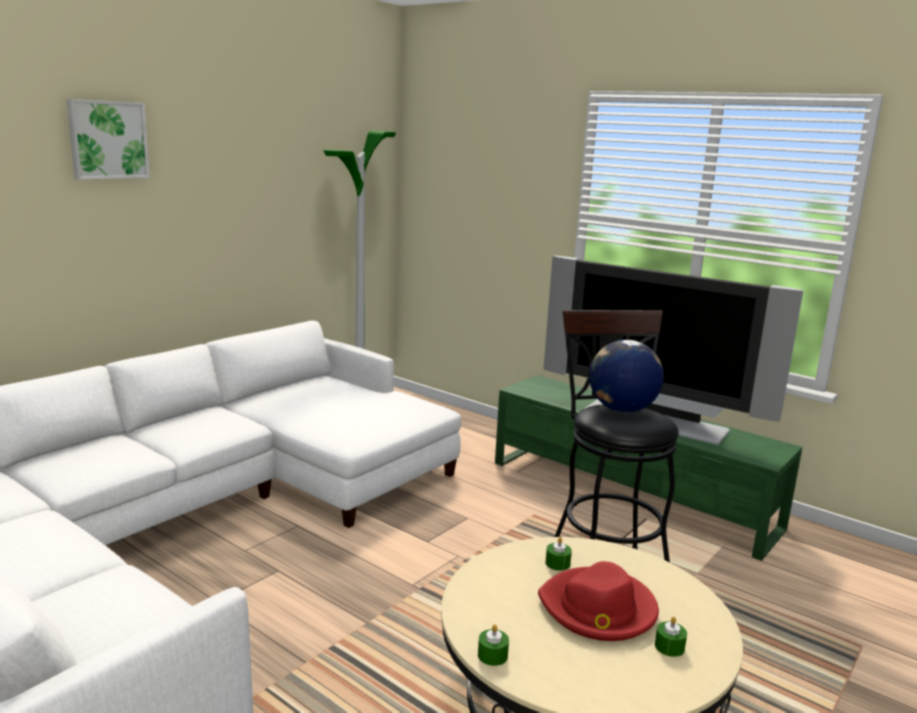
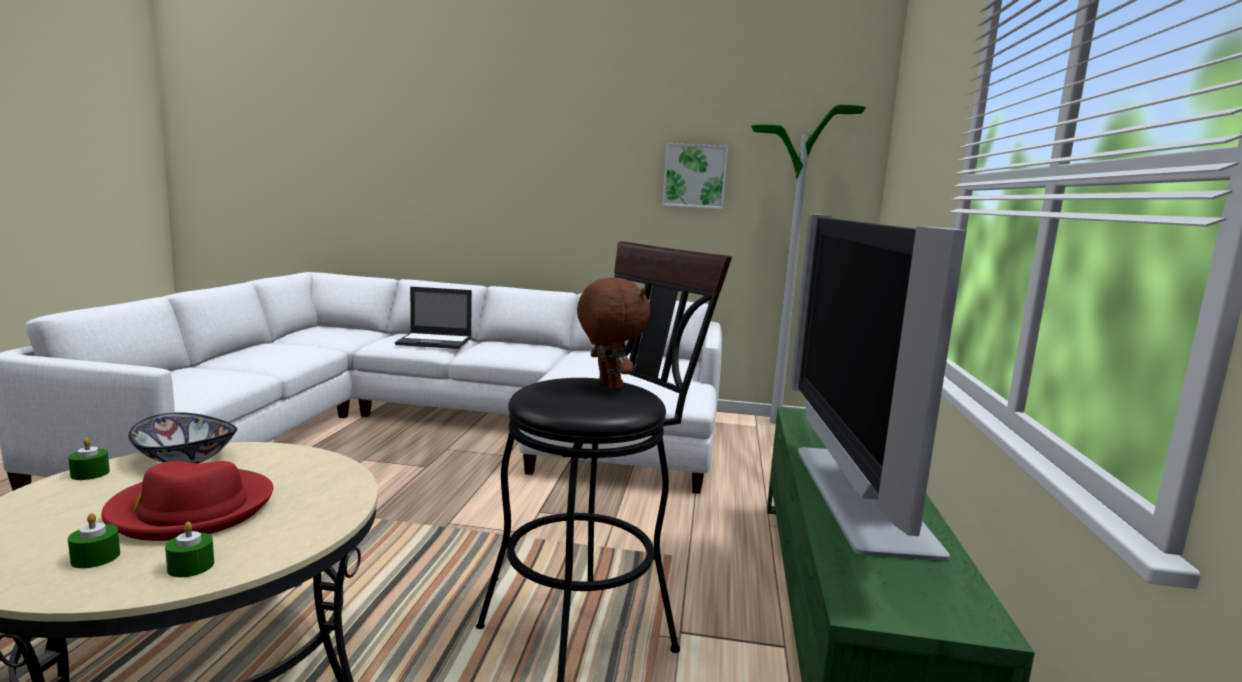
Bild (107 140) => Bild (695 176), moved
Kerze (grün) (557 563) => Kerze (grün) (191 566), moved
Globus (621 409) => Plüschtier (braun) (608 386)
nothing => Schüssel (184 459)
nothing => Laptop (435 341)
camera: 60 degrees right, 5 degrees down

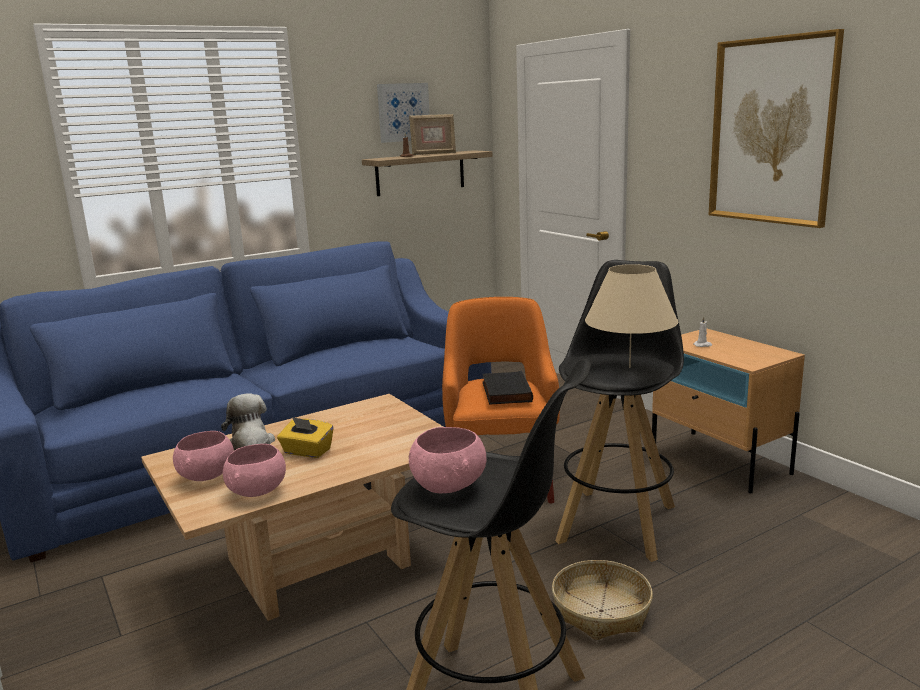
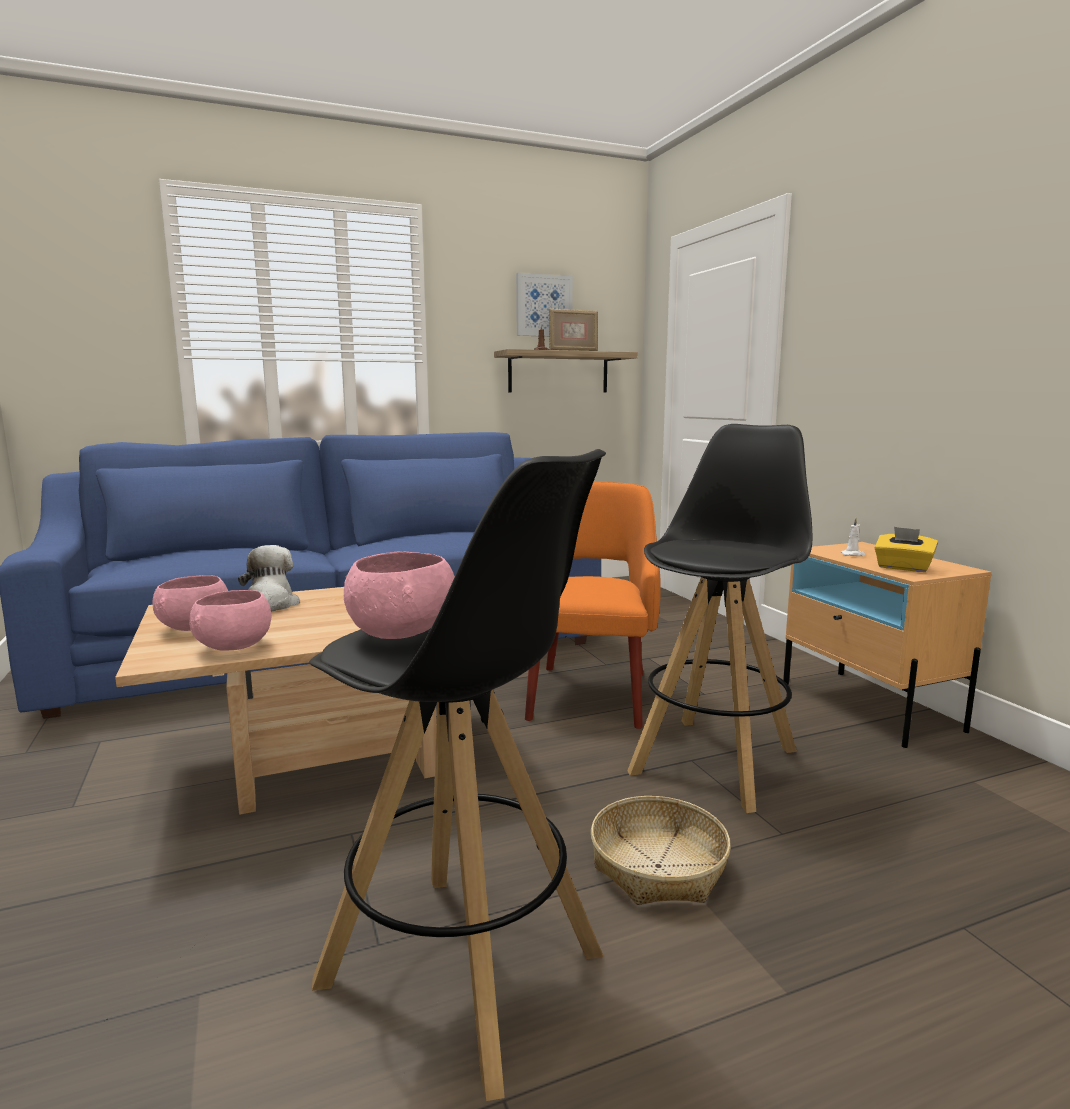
Taschentuchbox (gelb) (307 452) => Taschentuchbox (gelb) (903 568), moved
Buch (schwarz) (505 392) => nothing
Tischlampe (beige) (629 367) => nothing
Bild (772 131) => nothing
camera: 10 degrees right, 5 degrees down

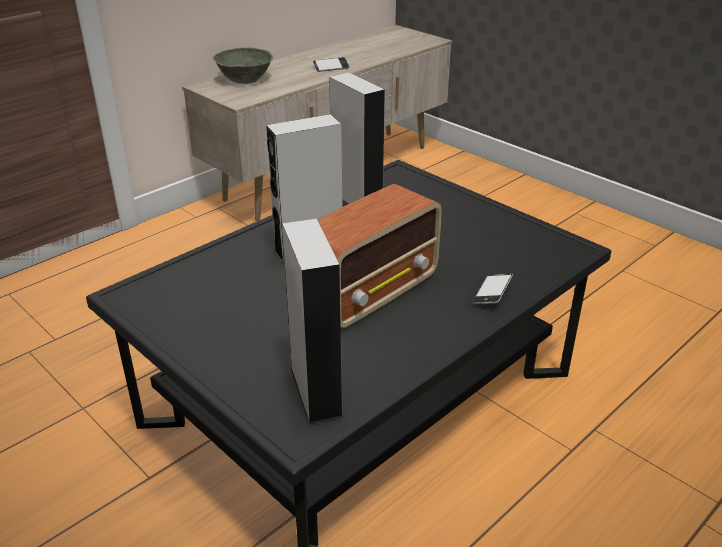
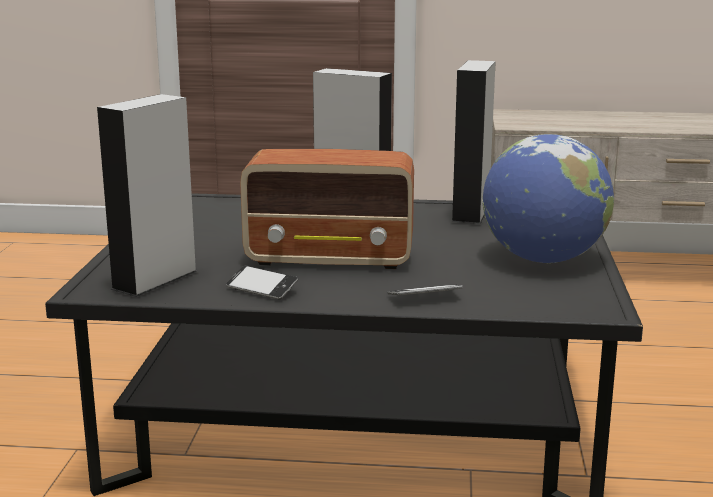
Schüssel (grau) (244 79) => nothing
Handy (331 67) => Handy (262 288), moved
nothing => Globus (543 259)
camera: 50 degrees right, 15 degrees down

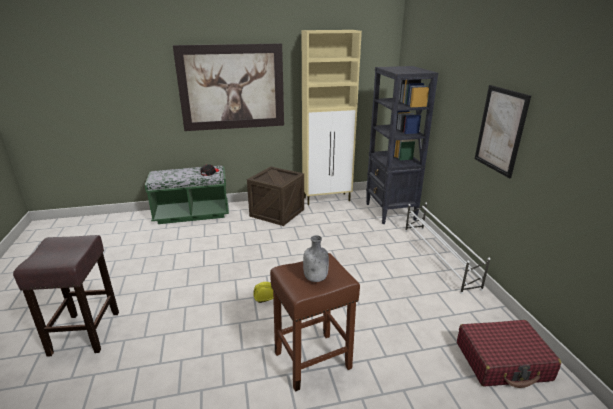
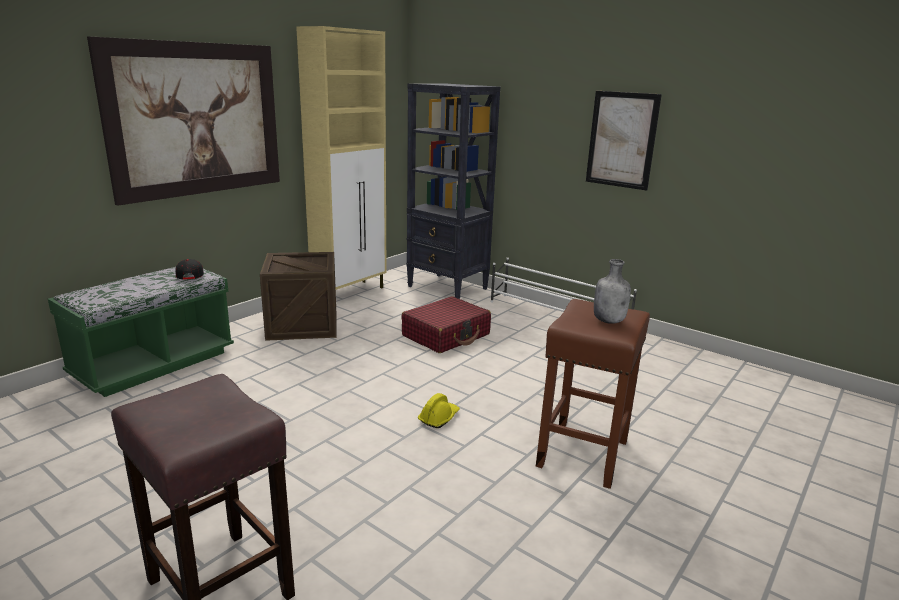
Koffer (rot) (503 361) => Koffer (rot) (446 335), moved
camera: 40 degrees left, 5 degrees down

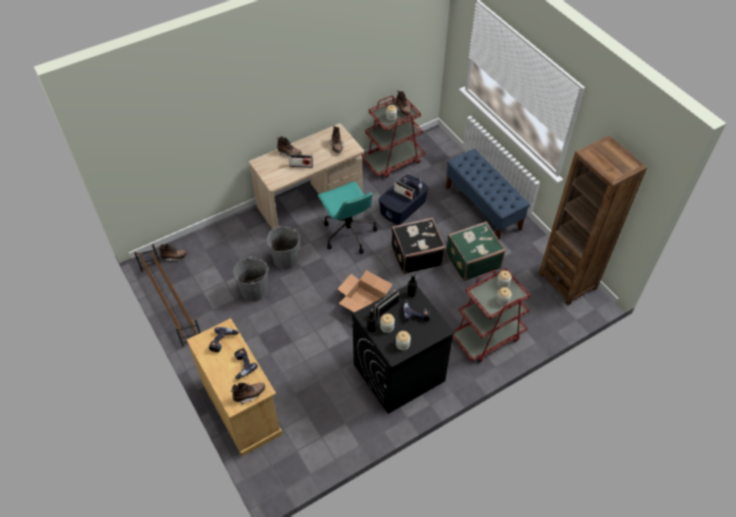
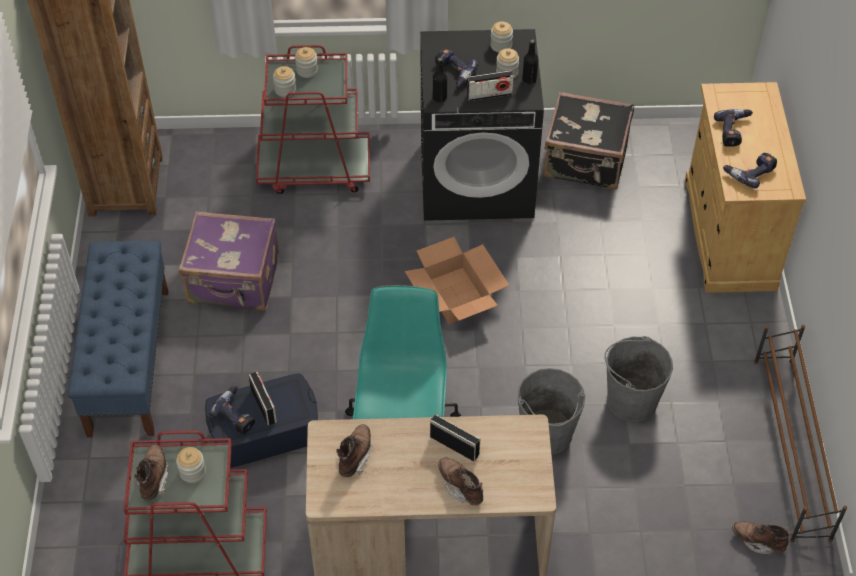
Stiefel (braun) (249 395) => nothing
Koffer (schwarz) (416 255) => Koffer (schwarz) (586 162), moved
Koffer (grün) (472 260) => Koffer (lila) (234 282)
camera: 150 degrees left, 0 degrees up

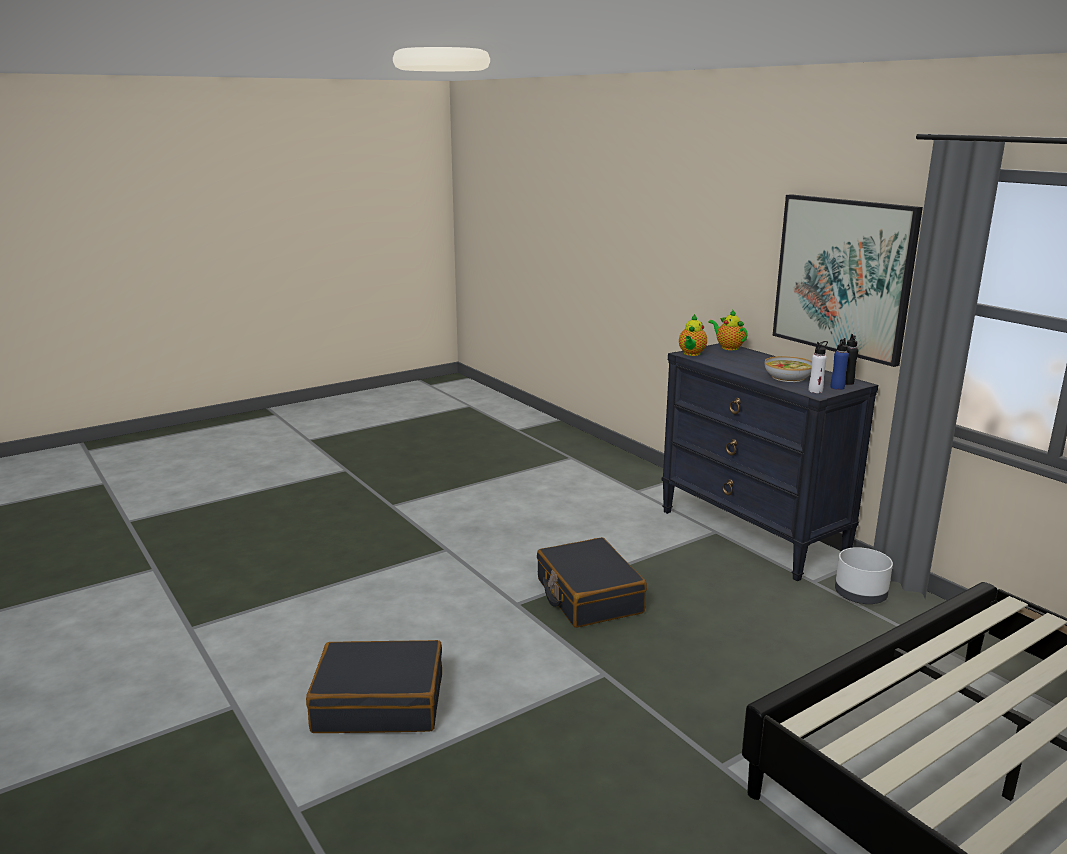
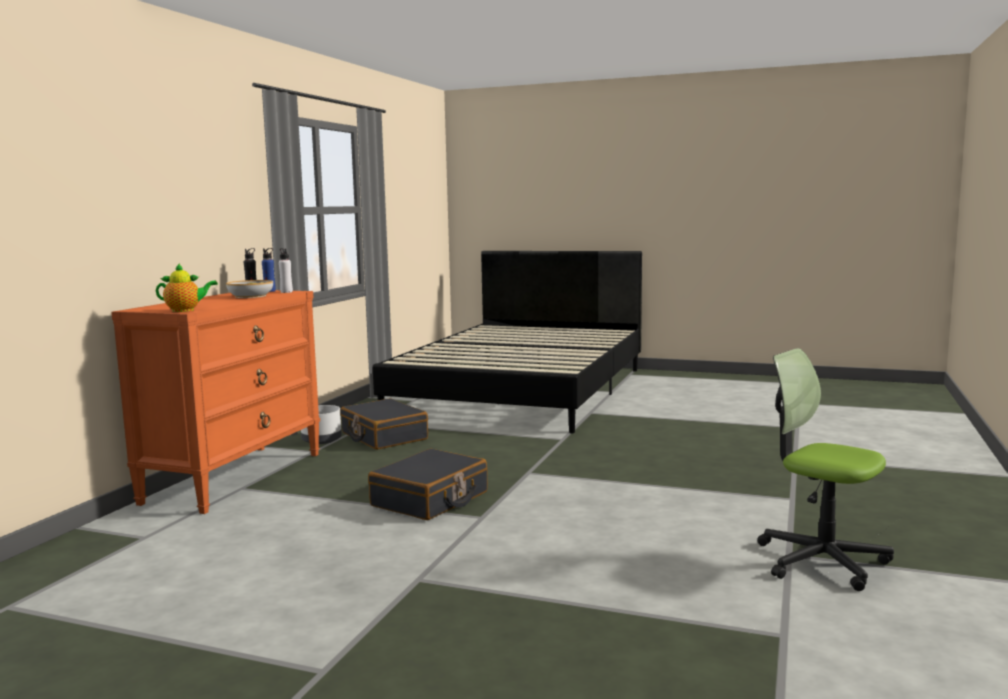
Koffer (schwarz) (379 703) => Koffer (schwarz) (383 436), moved
Kommode (schwarz) (752 534) => Kommode (orange) (235 477)
Teekanne (728 347) => nothing
Bild (843 276) => nothing
nothing => Bürostuhl (821 561)
camera: 125 degrees left, 10 degrees down

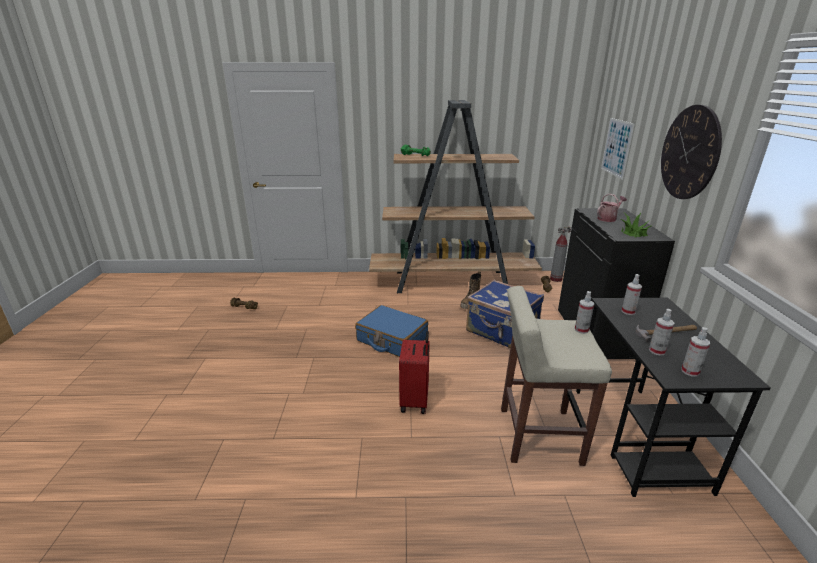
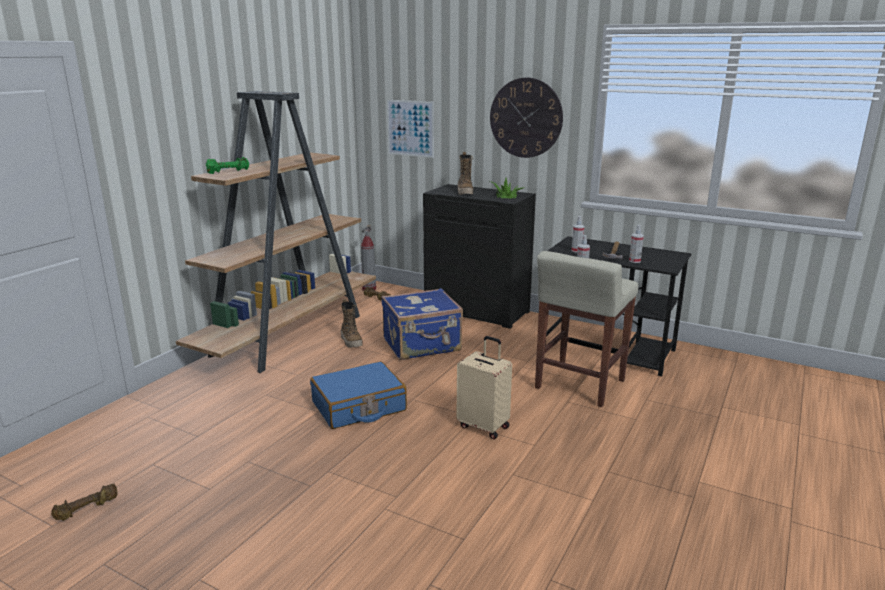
Koffer (rot) (415 401) => Koffer (beige) (484 426)
Gießkanne (608 218) => Stiefel (465 193)
Sprühflasche (690 371) => nothing
camera: 60 degrees left, 5 degrees down

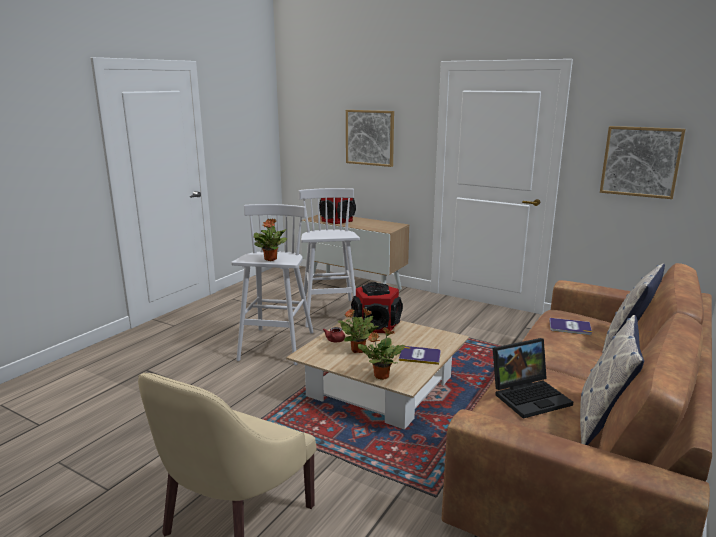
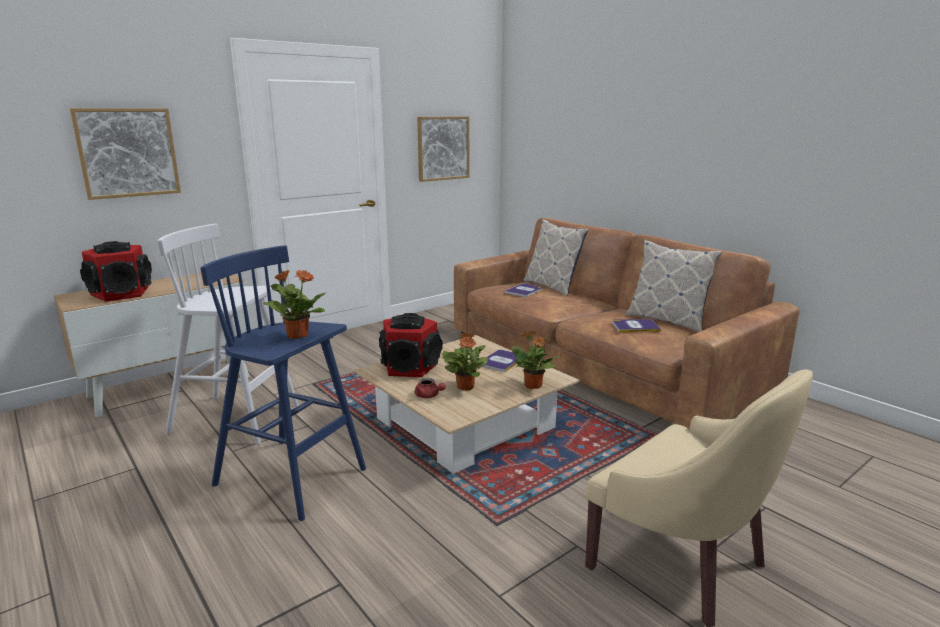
Hocker (weiß) (276 347) => Hocker (blau) (293 478)
Laptop (530 396) => Buch (635 326)
camera: 70 degrees left, 0 degrees up

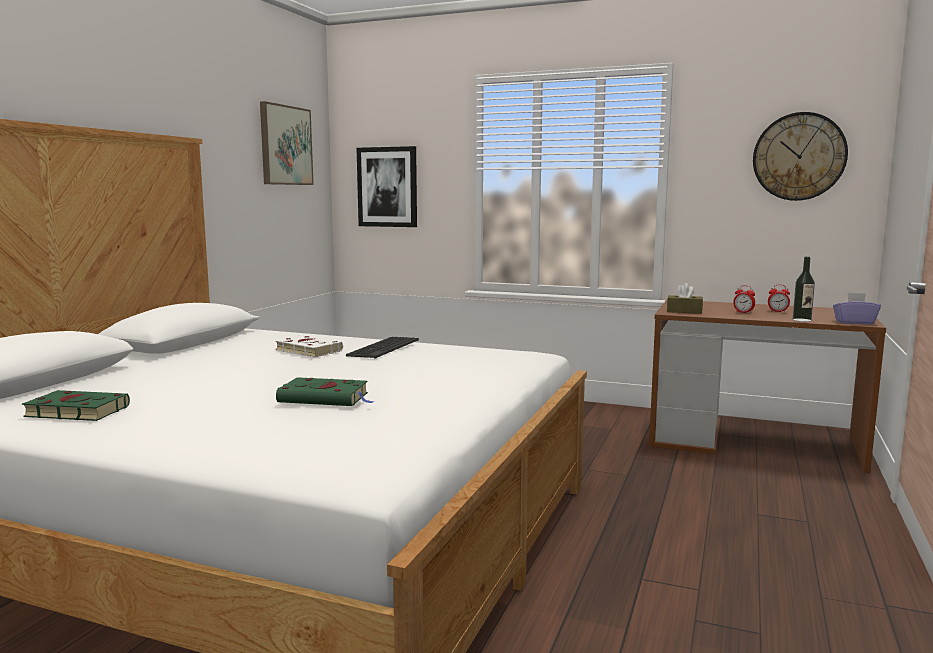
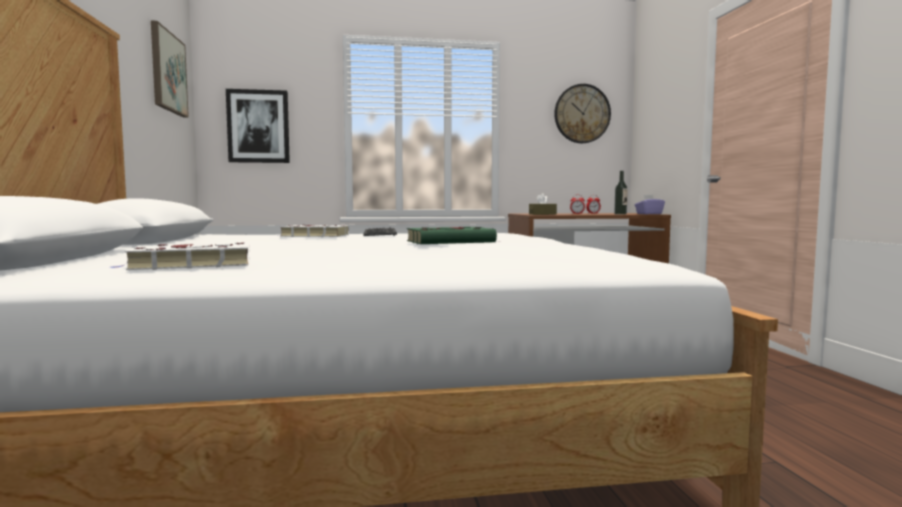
Buch (grün) (74 411) => Buch (weiß) (188 265)
camera: 30 degrees left, 5 degrees down

